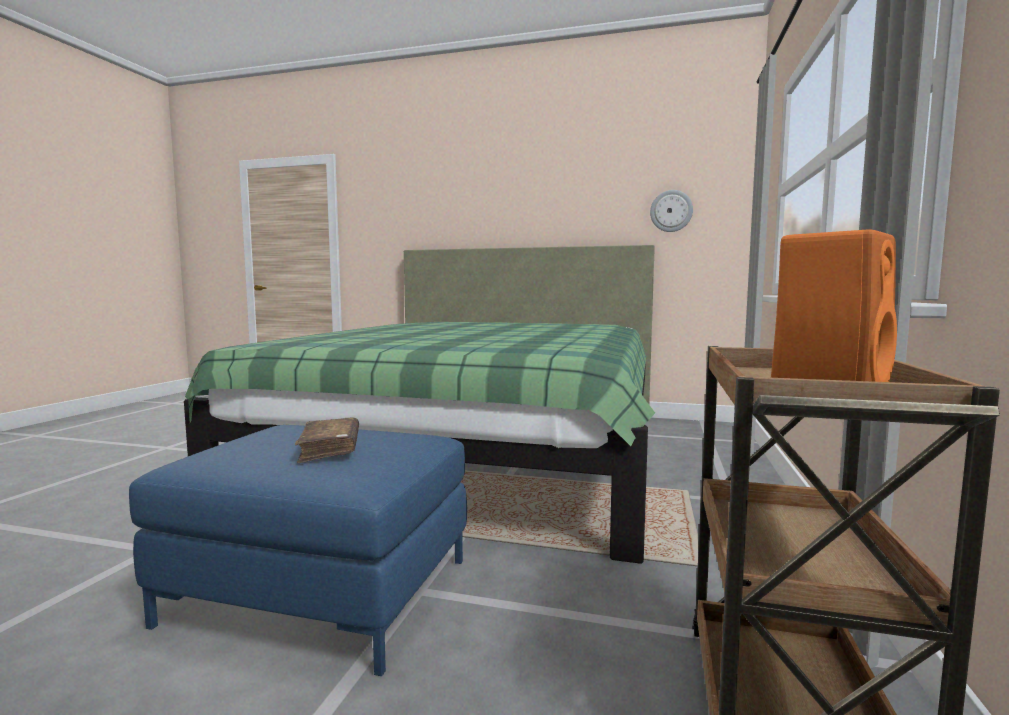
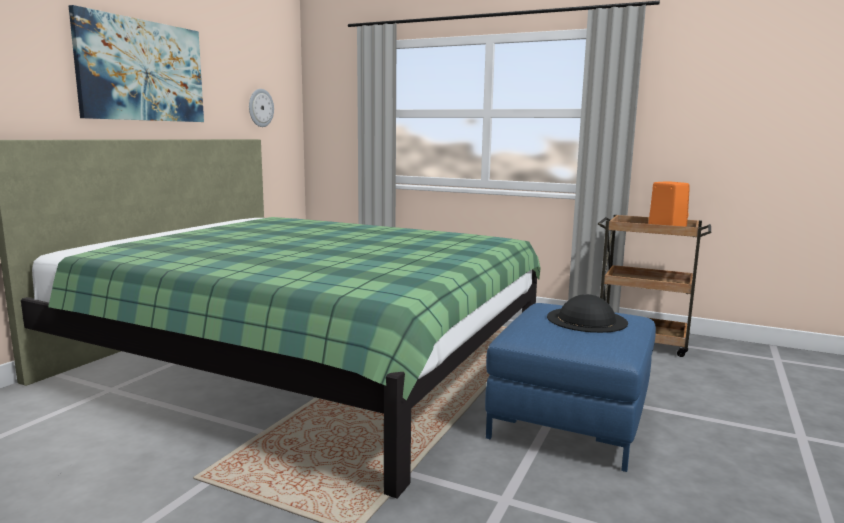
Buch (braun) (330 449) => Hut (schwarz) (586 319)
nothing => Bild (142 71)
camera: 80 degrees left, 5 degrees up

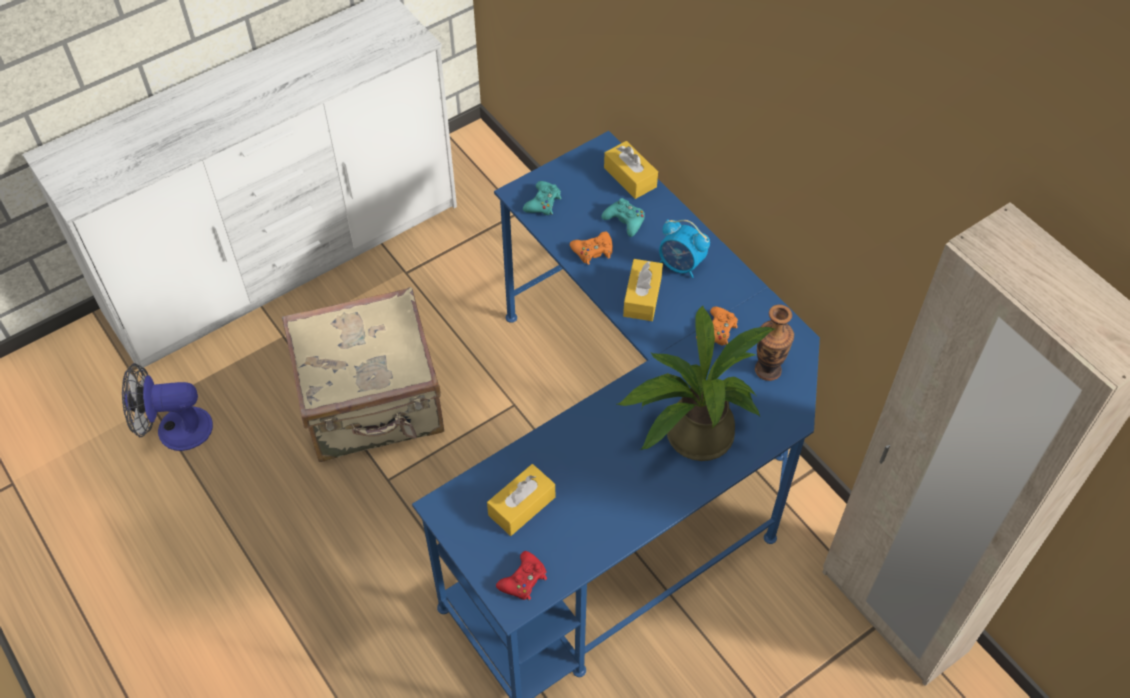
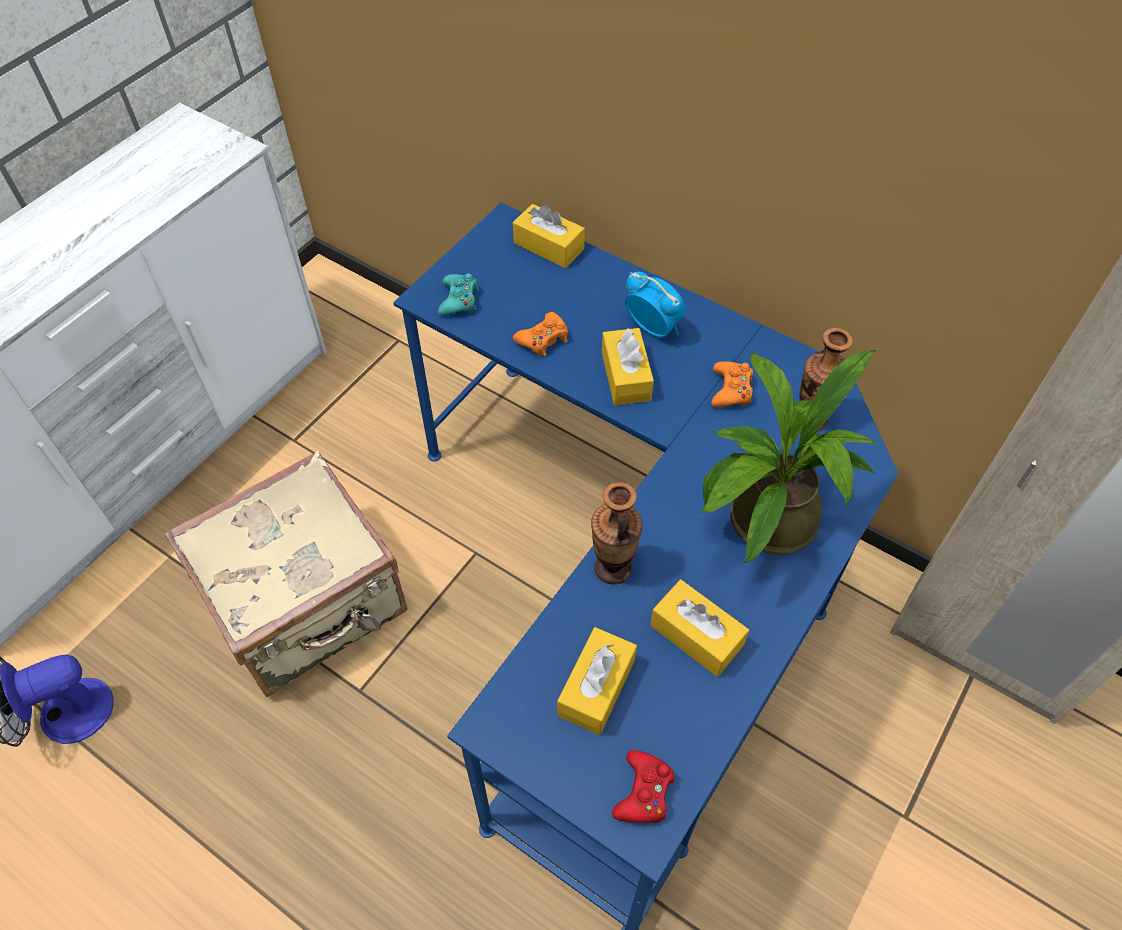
Gamepad (türkis) (625 221) => nothing
Wecker (681 265) => Wecker (653 328), 150 degrees counterclockwise
nothing => Vase (612 568)
nothing => Taschentuchbox (gelb) (696 635)
camera: 20 degrees left, 0 degrees up

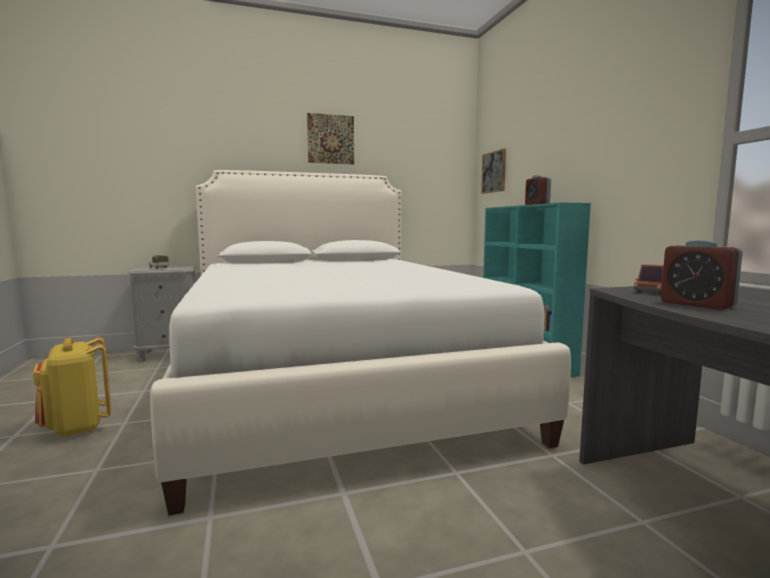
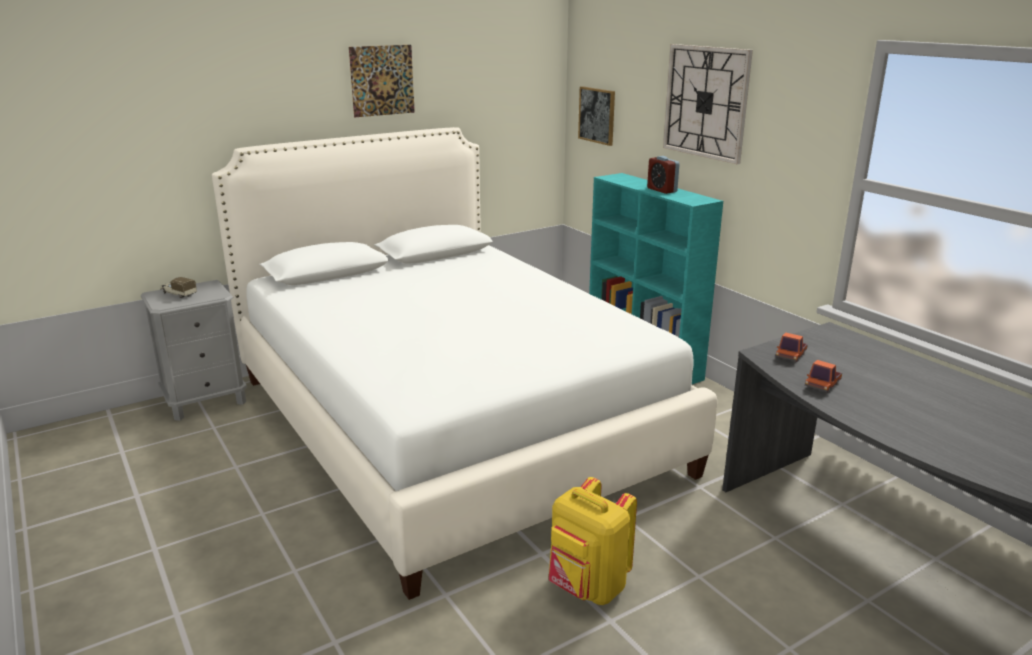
Rucksack (gelb) (76 428) => Rucksack (gelb) (587 588), moved
Wecker (697 304) => Spielzeuglaster (822 384)
nothing => Wanduhr (706 102)
camera: 15 degrees left, 15 degrees up

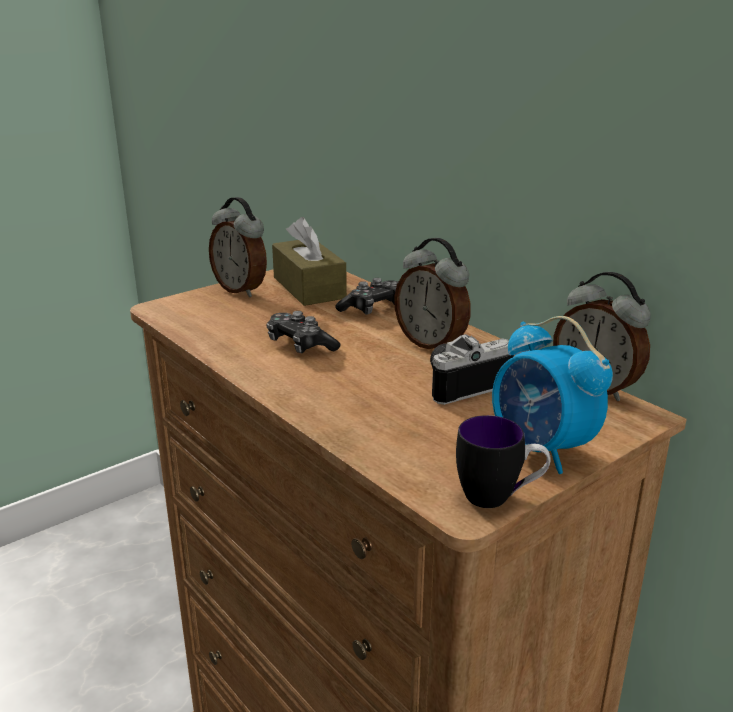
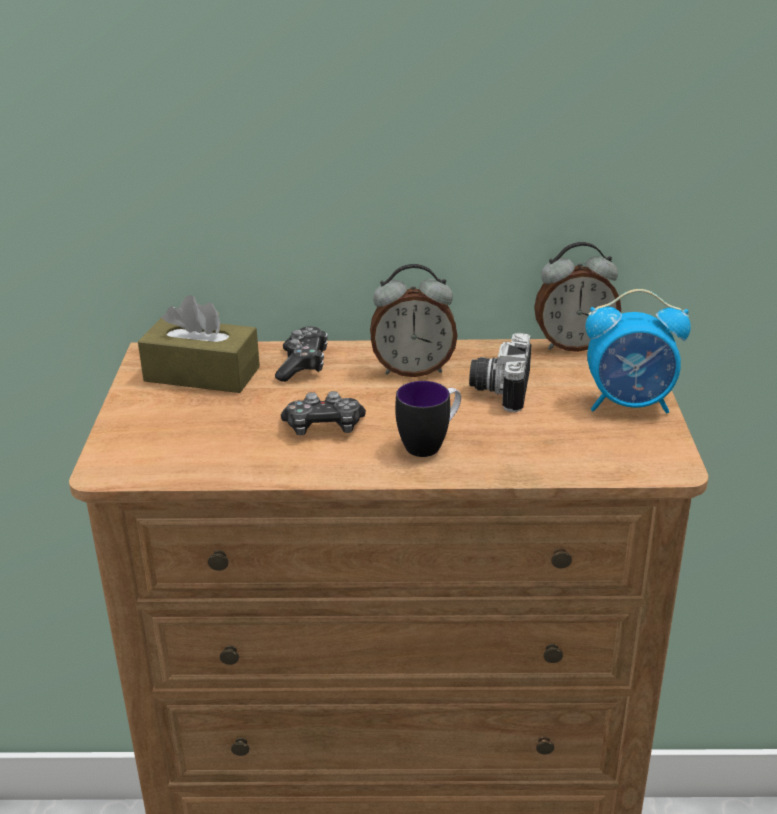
Wecker (241 290) => nothing
Henkelbecher (499 498) => Henkelbecher (430 444), moved
camera: 50 degrees left, 5 degrees up

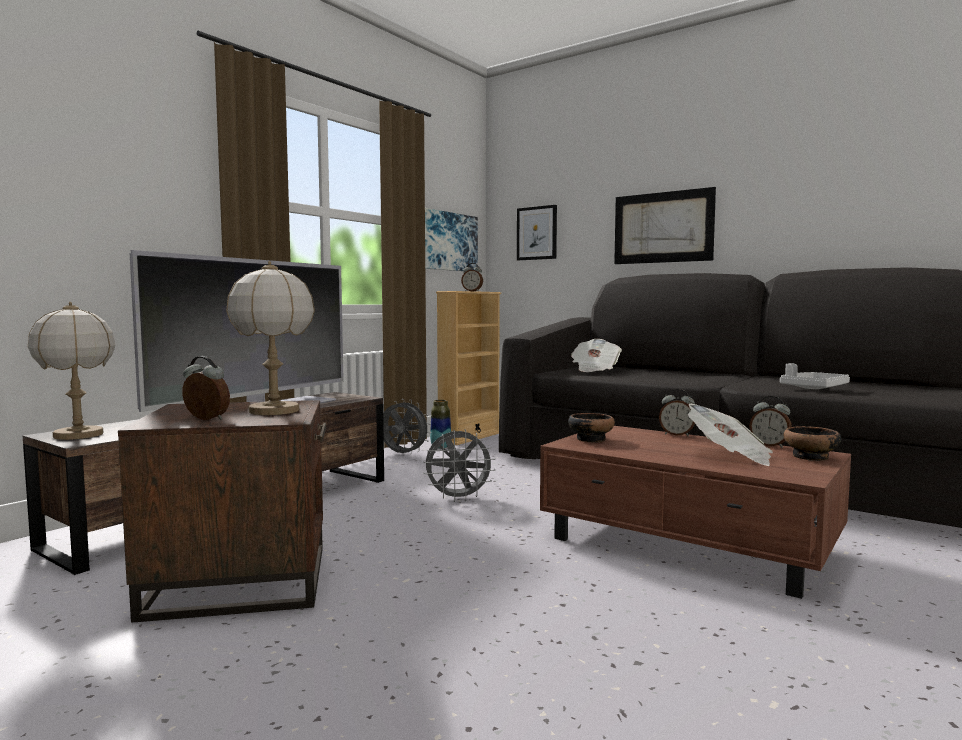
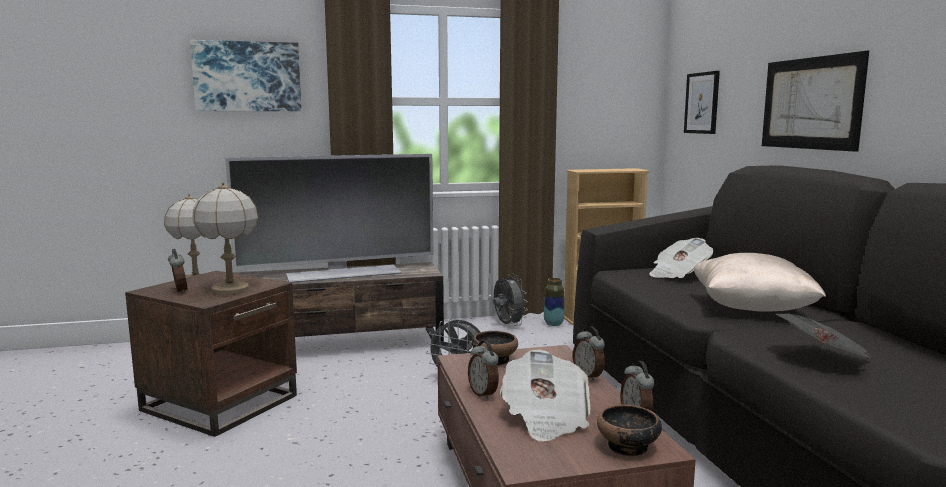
Bild (447 241) => Bild (247 76), moved
Wecker (472 291) => Wecker (484 394), moved
Tablett (grau) (814 388) => Zeitung (824 359)
nothing => Kissen (beige) (751 309)
camera: 40 degrees right, 5 degrees up

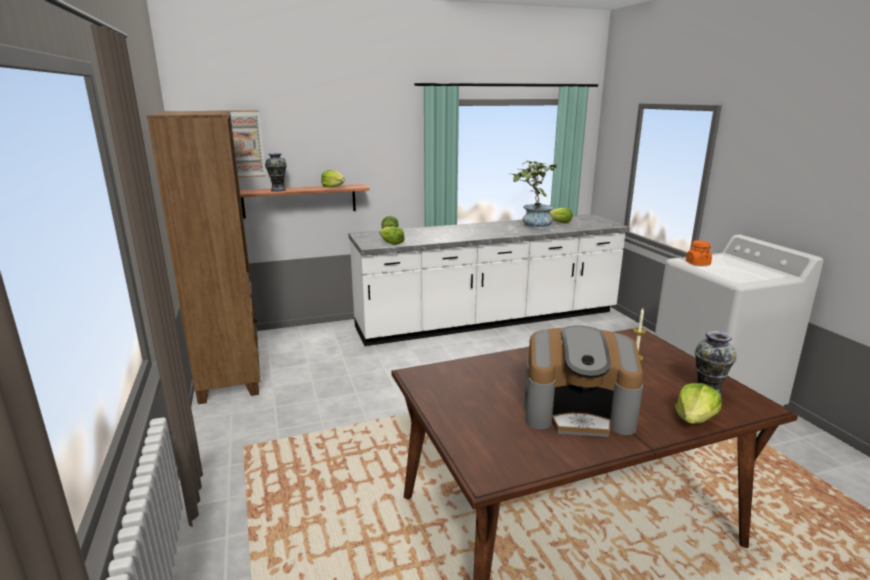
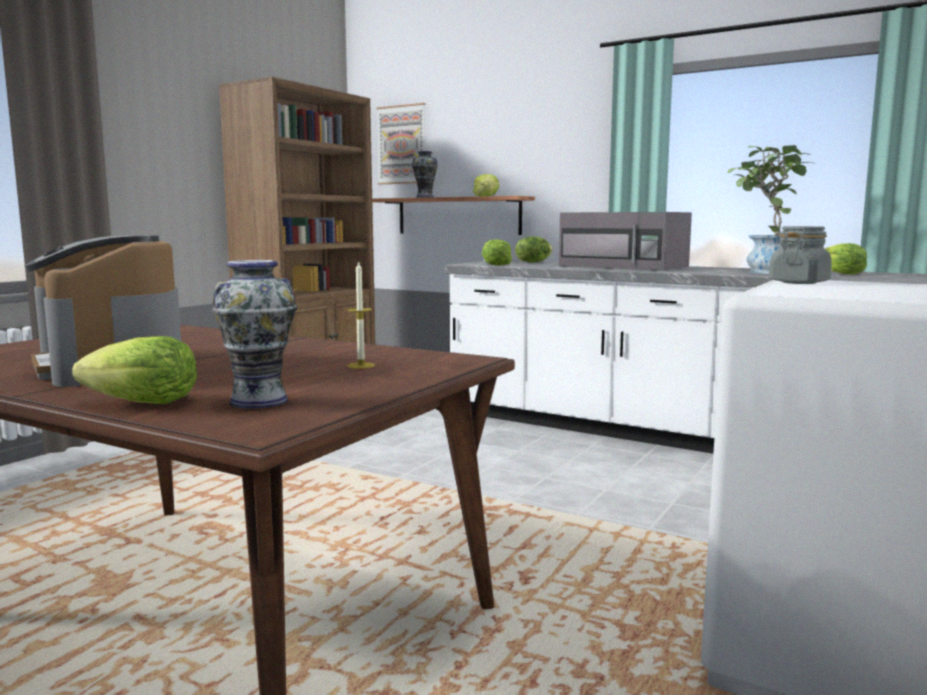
Vorratsglas (orange) (697 263) => Vorratsglas (grau) (799 282)
nothing => Mikrowelle (grau) (624 266)
camera: 50 degrees right, 10 degrees down

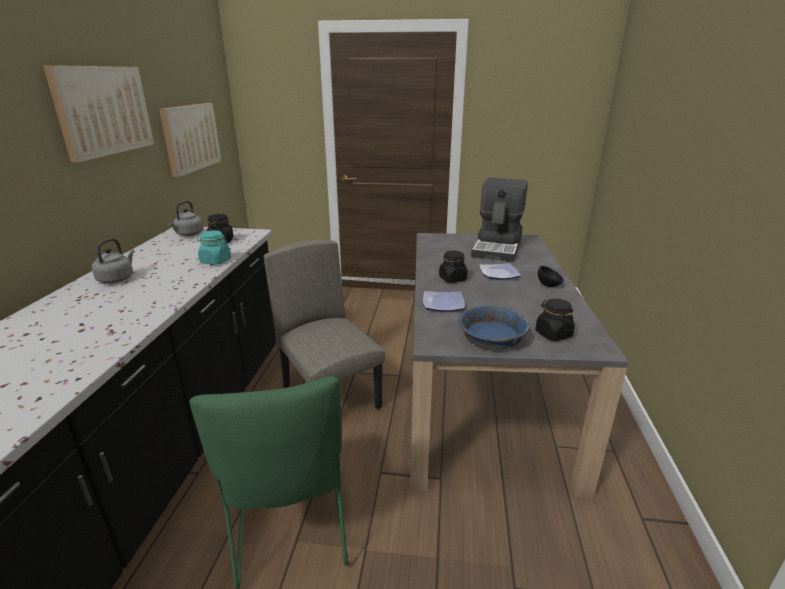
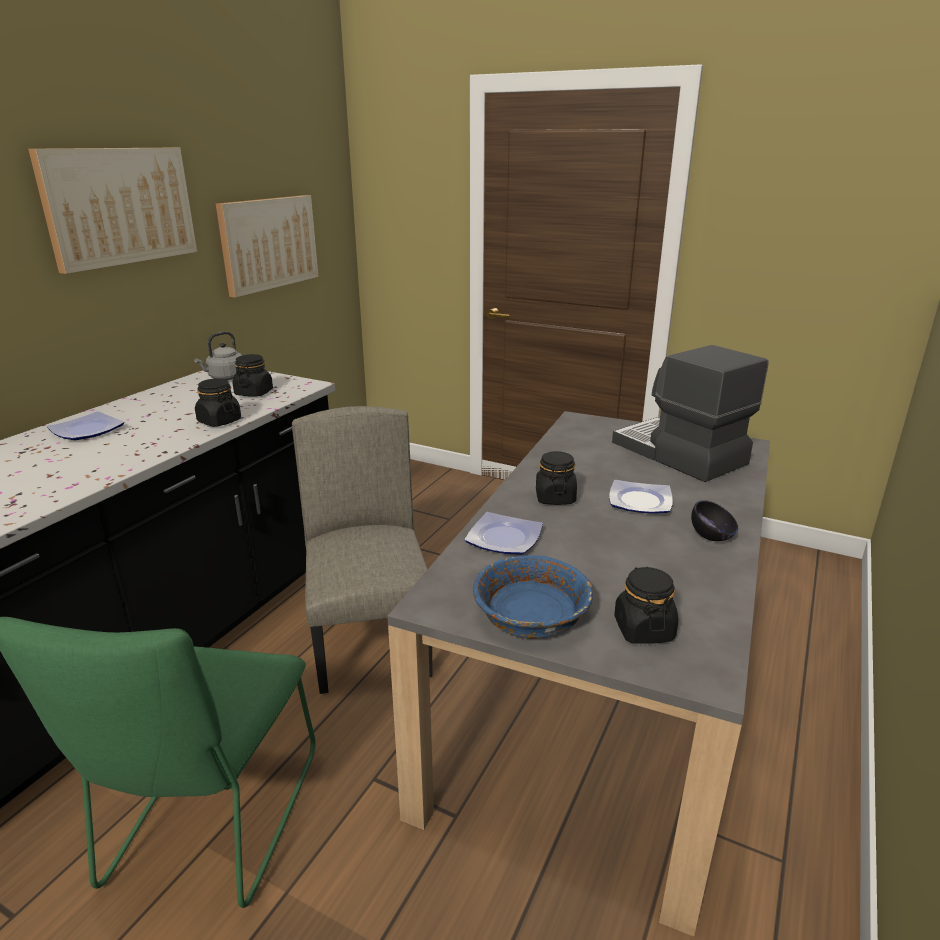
Wasserkessel (grau) (117 279) => Teller (88 430)
Vorratsglas (türkis) (215 261) => Vorratsglas (schwarz) (219 421)
Kaffeemaschine (498 247) => Kaffeemaschine (678 454), 105 degrees clockwise
camera: 20 degrees right, 0 degrees up

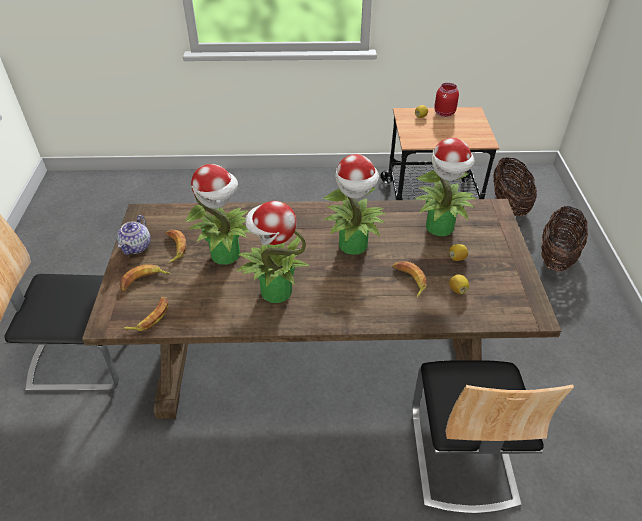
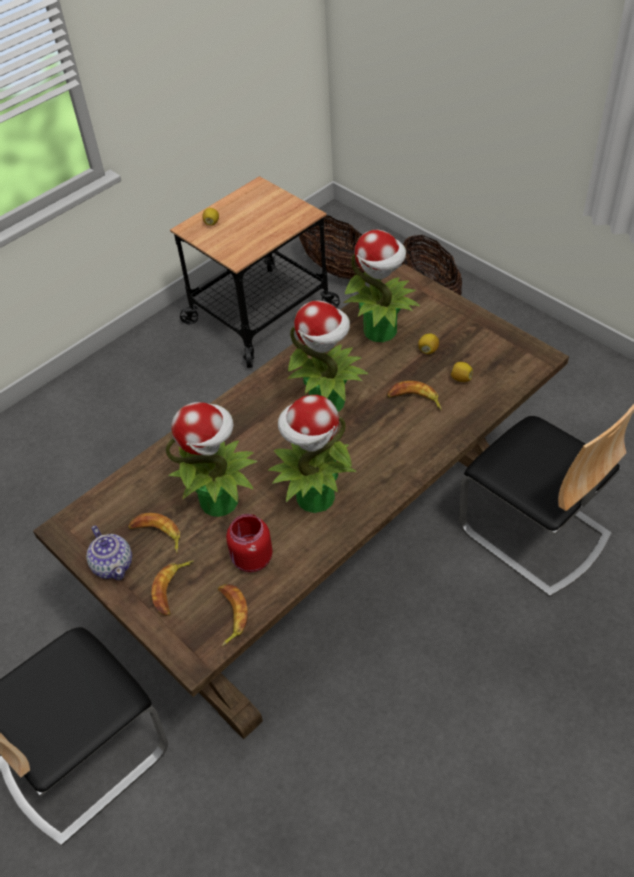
Vorratsglas (rot) (443 113) => Vorratsglas (rot) (251 560), moved
camera: 40 degrees left, 5 degrees up

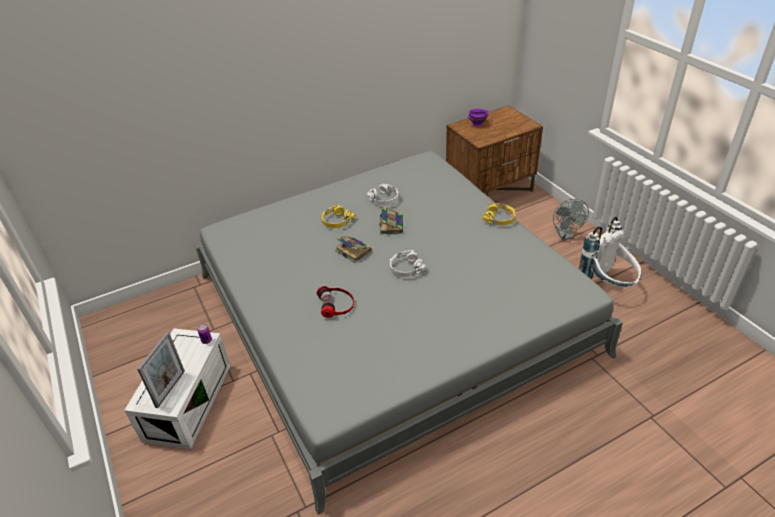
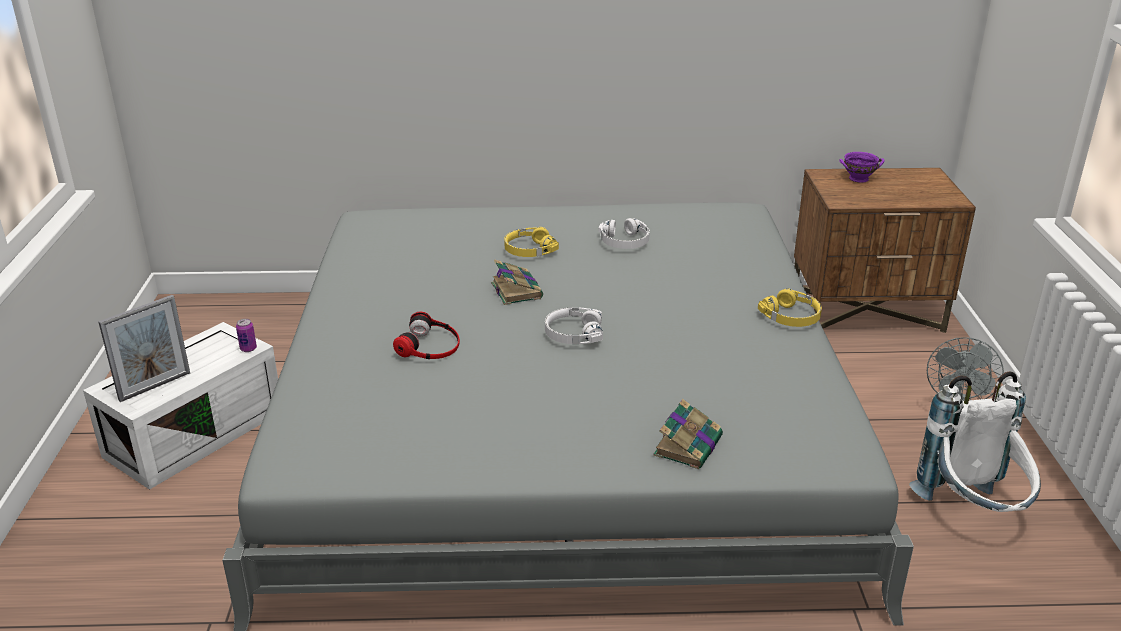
Buch (391 225) => Buch (688 445), moved
camera: 25 degrees right, 10 degrees down

